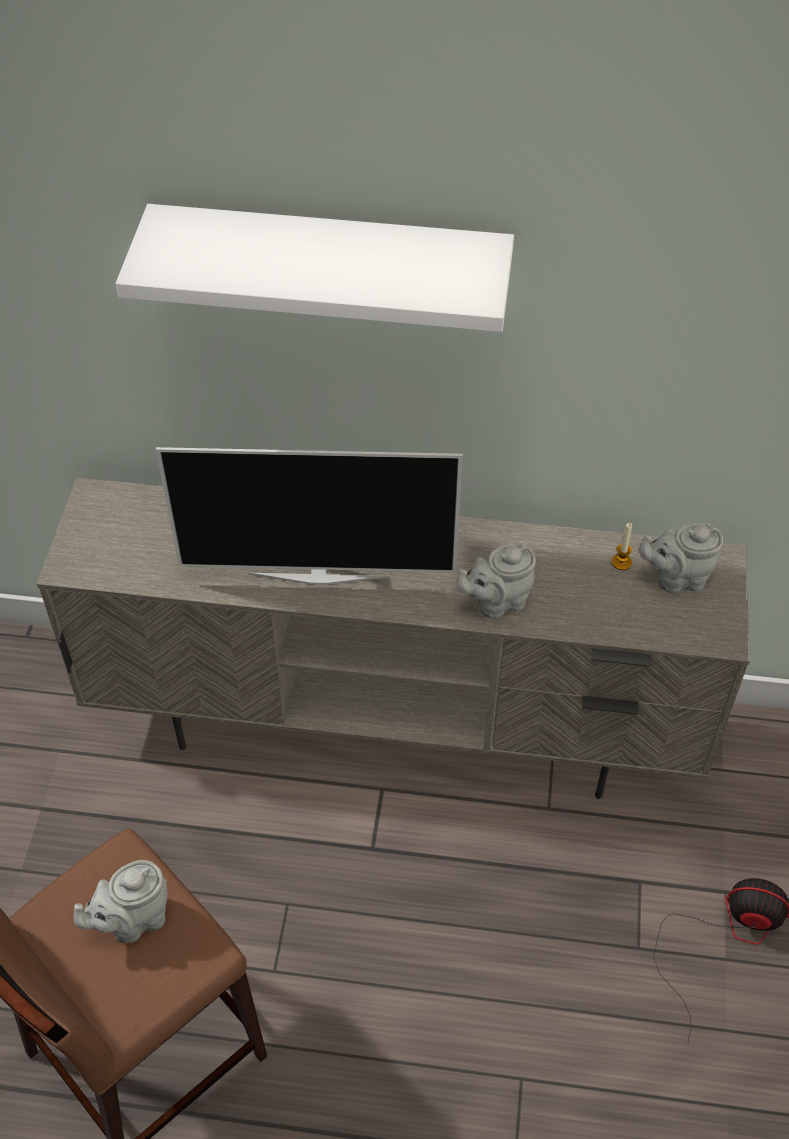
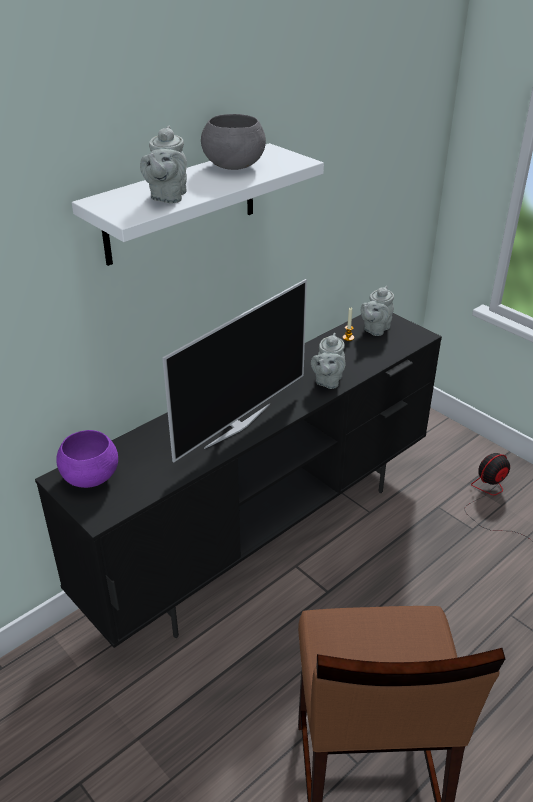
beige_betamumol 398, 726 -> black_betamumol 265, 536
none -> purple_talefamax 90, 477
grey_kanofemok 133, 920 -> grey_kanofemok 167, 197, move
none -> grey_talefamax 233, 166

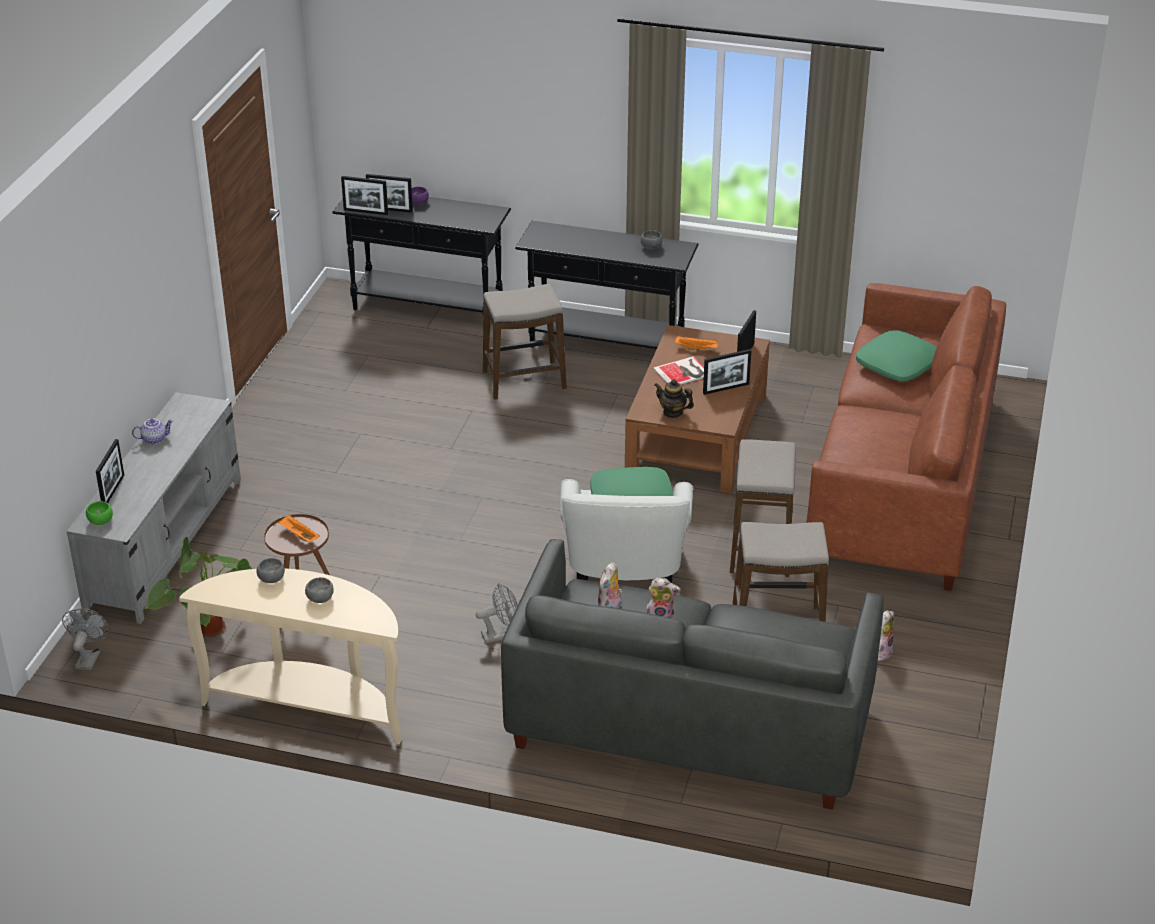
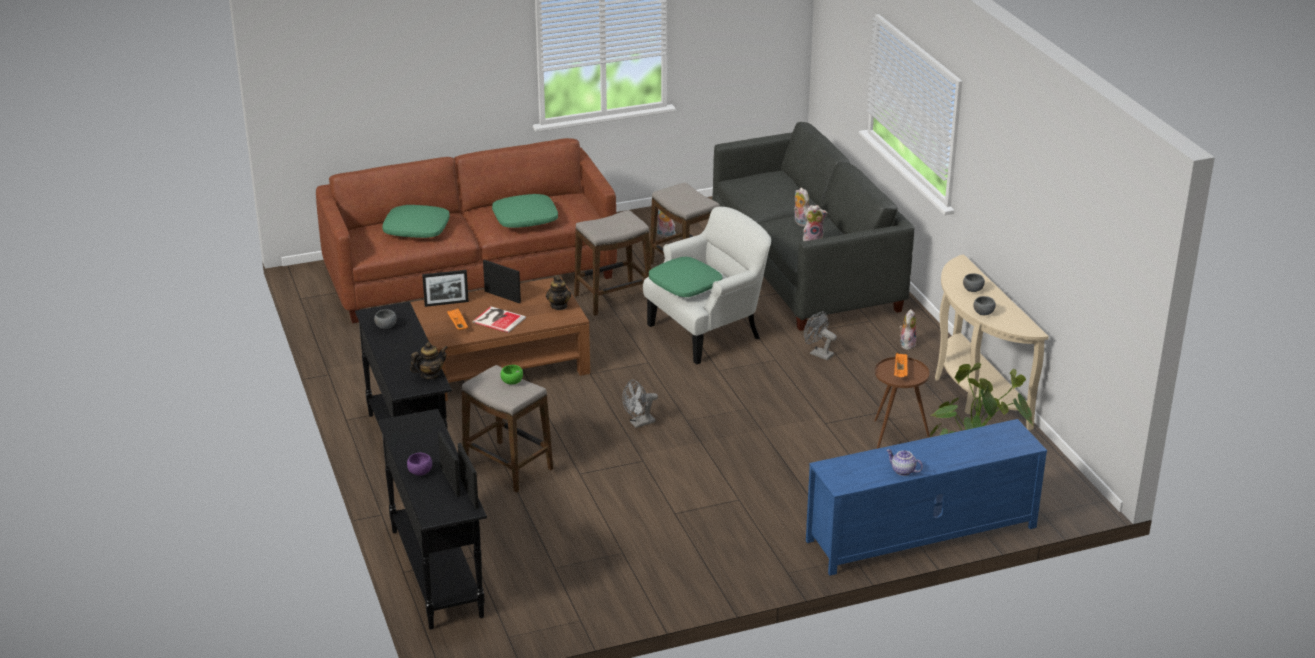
none -> kanofemok 430, 375
none -> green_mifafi 525, 218
green_talefamax 100, 521 -> green_talefamax 512, 382, move
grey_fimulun 89, 657 -> grey_fimulun 639, 423, move
grey_betamumol 165, 543 -> blue_betamumol 920, 534
none -> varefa 906, 344
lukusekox 113, 491 -> none

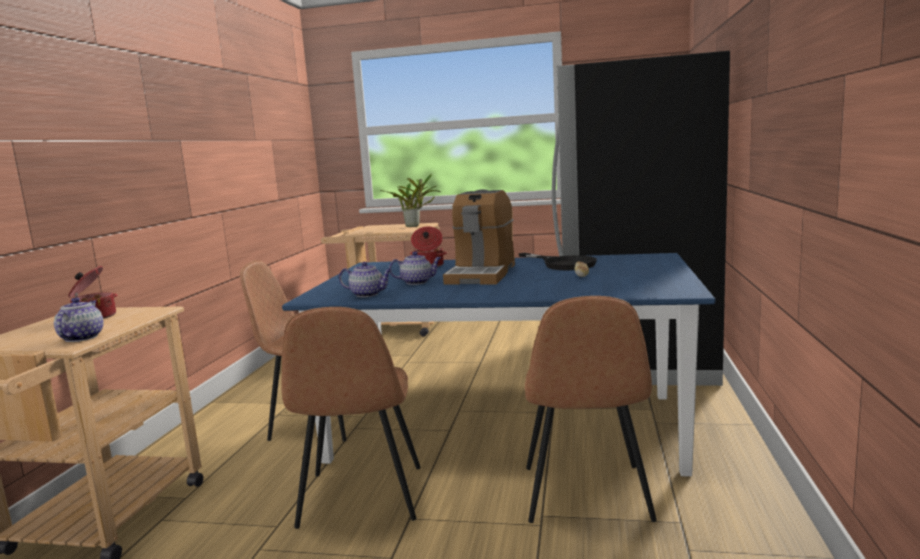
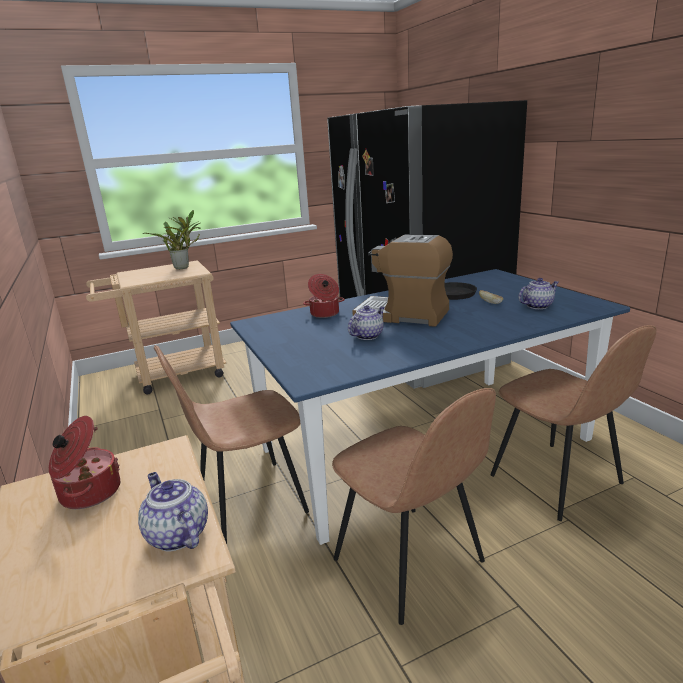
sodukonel 482, 274 -> sodukonel 403, 315, 135 degrees clockwise
kanofemok 368, 294 -> kanofemok 537, 306, move

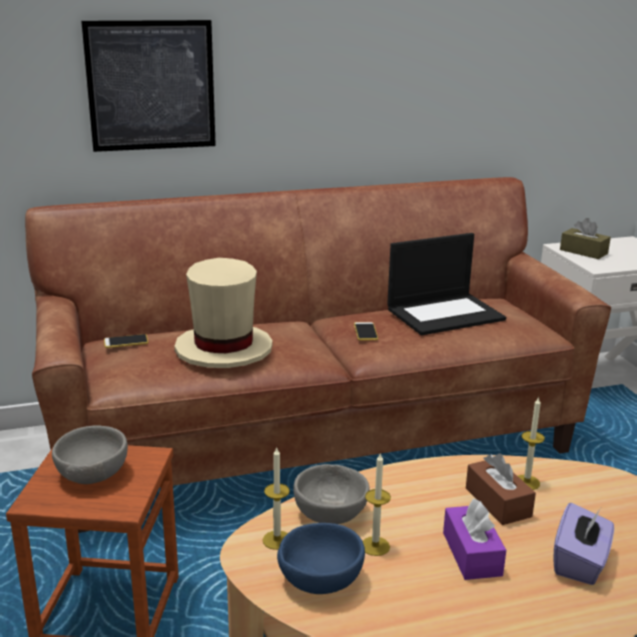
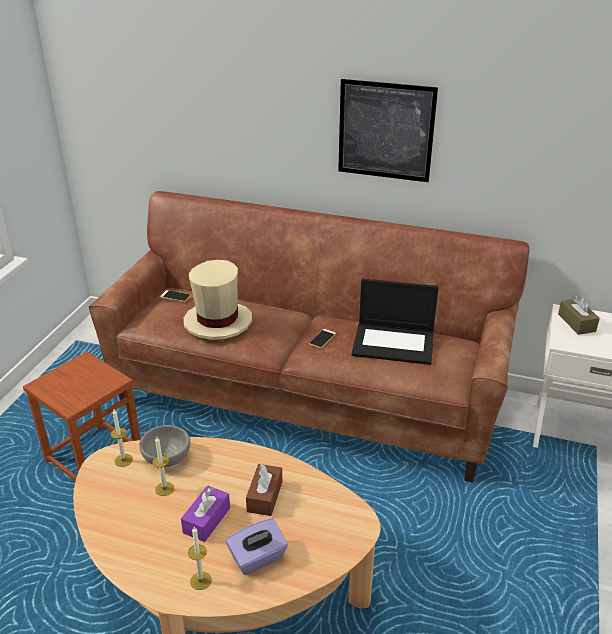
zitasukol 526, 482 -> zitasukol 200, 580, move
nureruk 151, 86 -> nureruk 385, 131, move
grey_talefamax 94, 474 -> none
blue_talefamax 321, 581 -> none

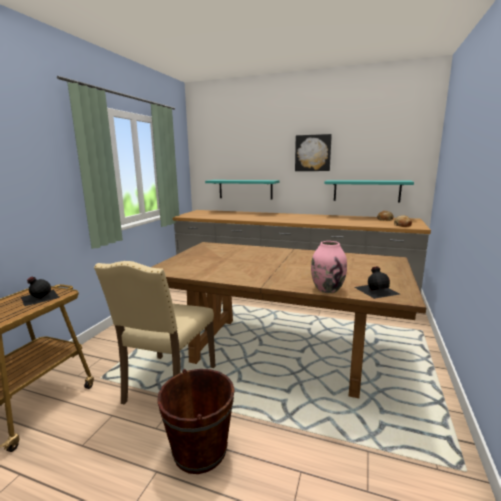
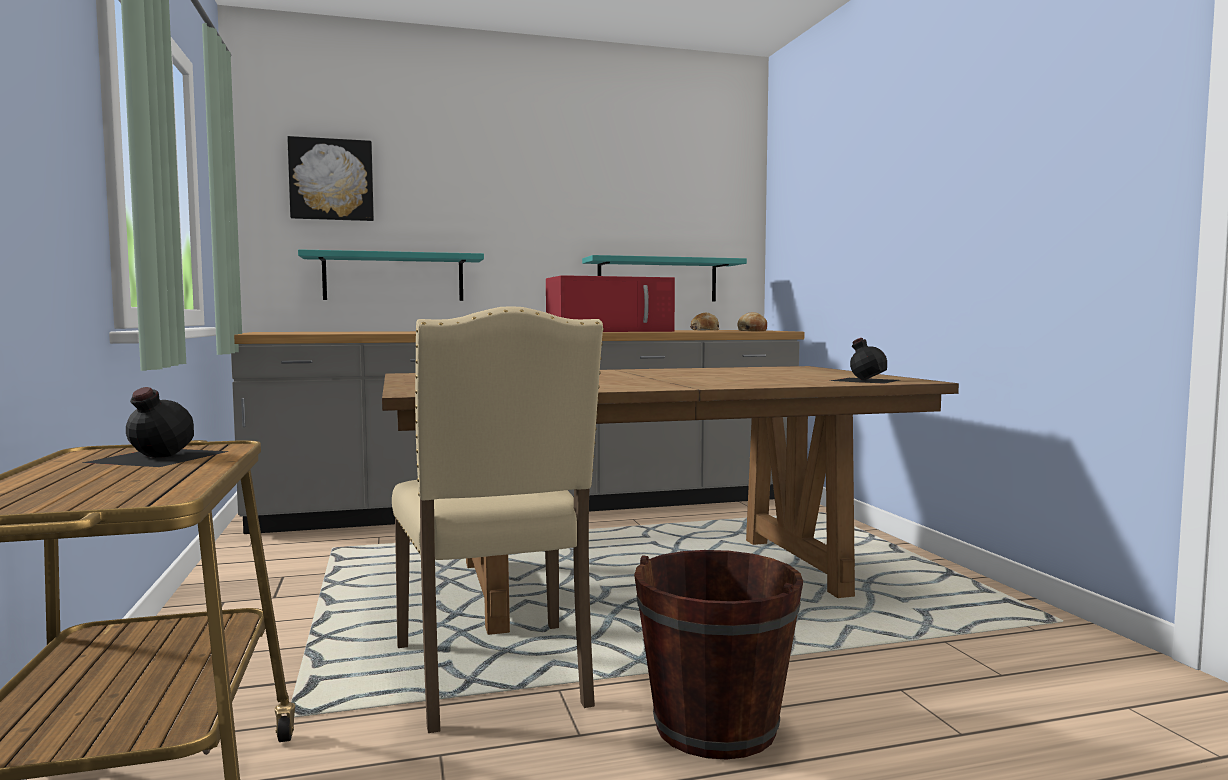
nureruk 313, 153 -> nureruk 331, 180, move
none -> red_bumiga 611, 331
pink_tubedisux 327, 289 -> none

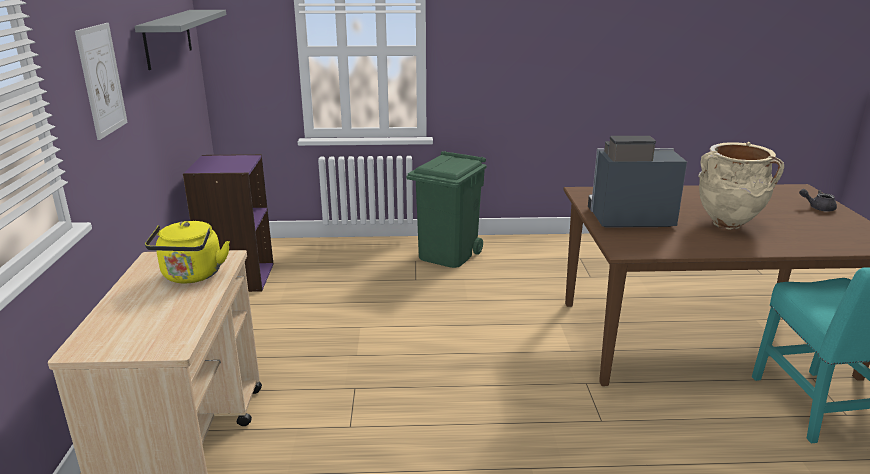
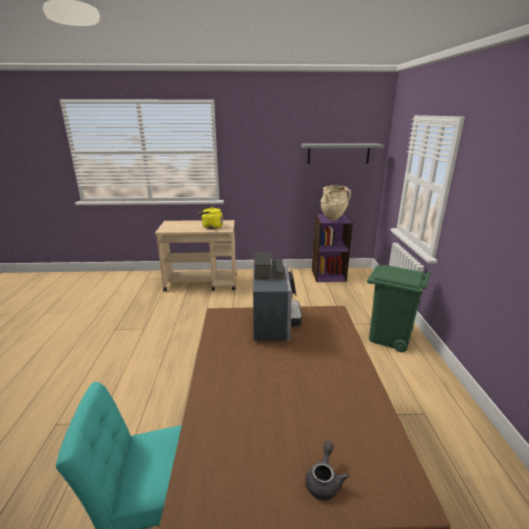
beige_tubedisux 728, 224 -> beige_tubedisux 333, 219, move
nureruk 102, 80 -> none

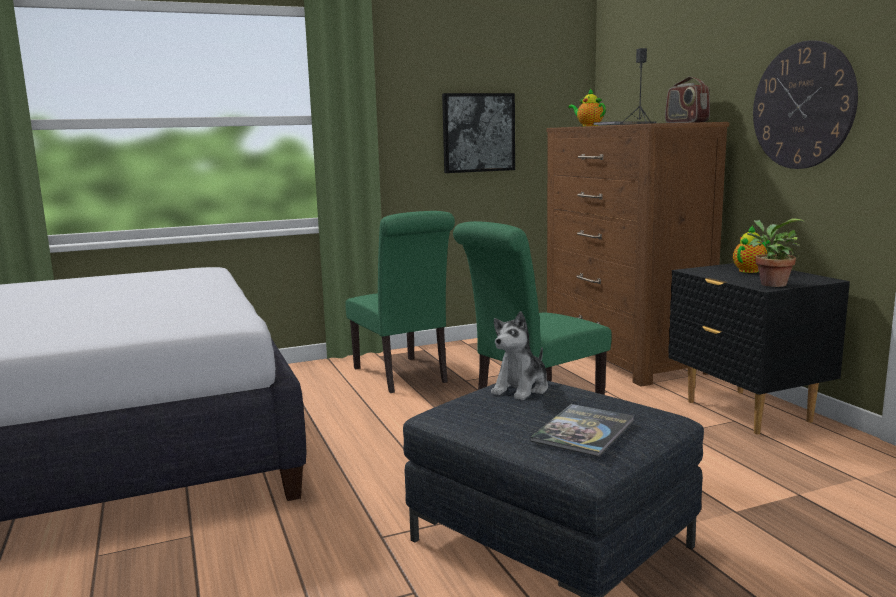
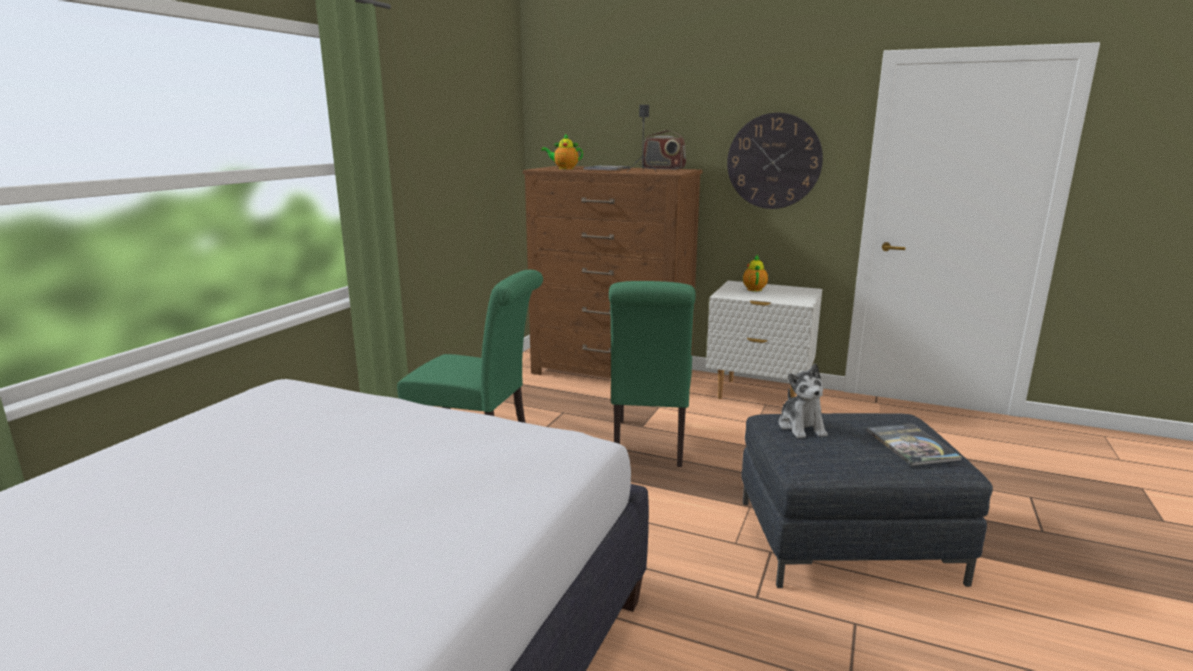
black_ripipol 746, 411 -> white_ripipol 759, 395
nureruk 478, 132 -> none
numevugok 770, 284 -> none

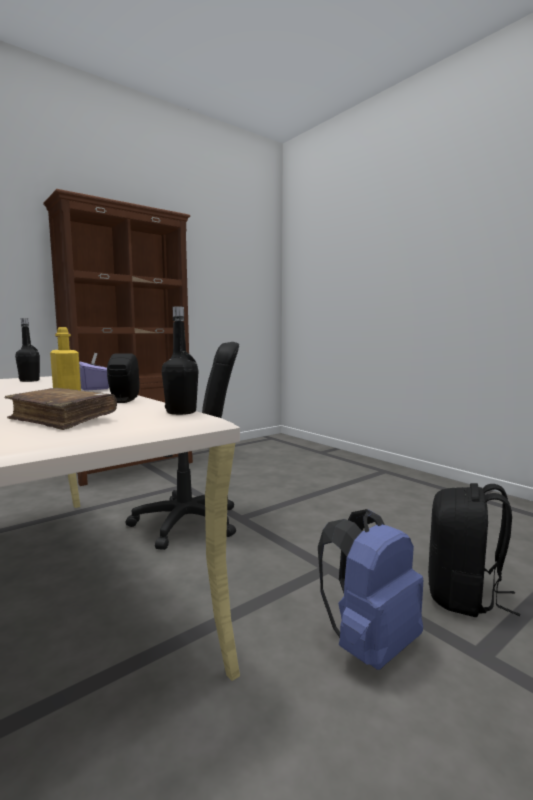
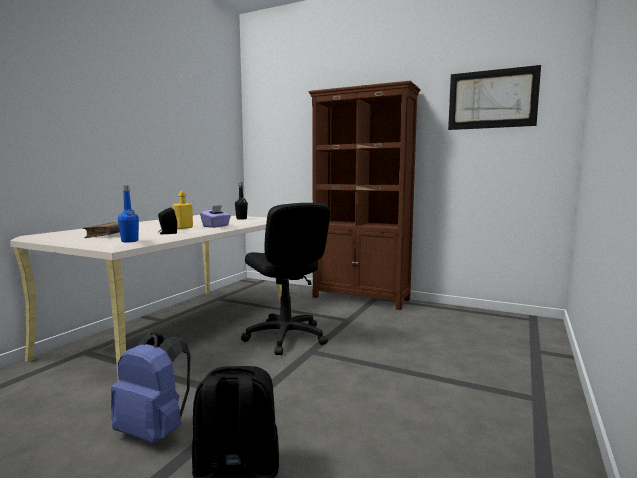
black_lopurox 181, 412 -> blue_lopurox 129, 241
none -> nureruk 492, 99

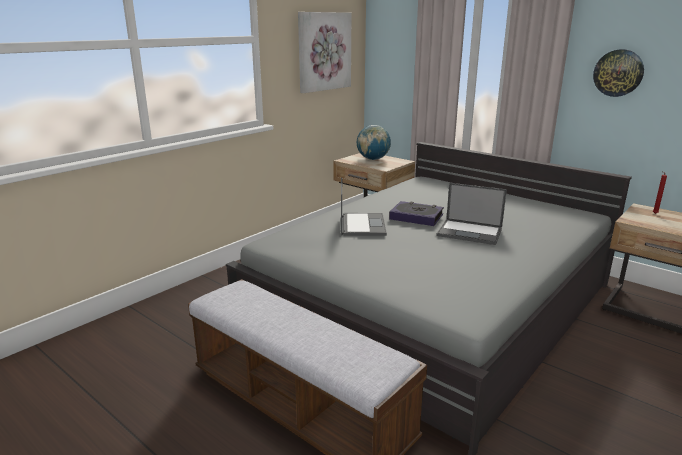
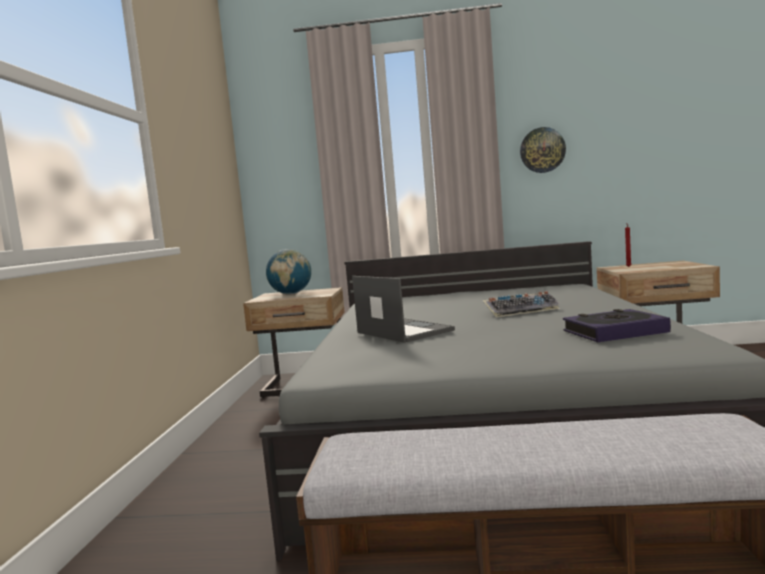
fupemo 470, 232 -> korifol 521, 310
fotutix 416, 217 -> fotutix 614, 332, move
nureruk 324, 51 -> none

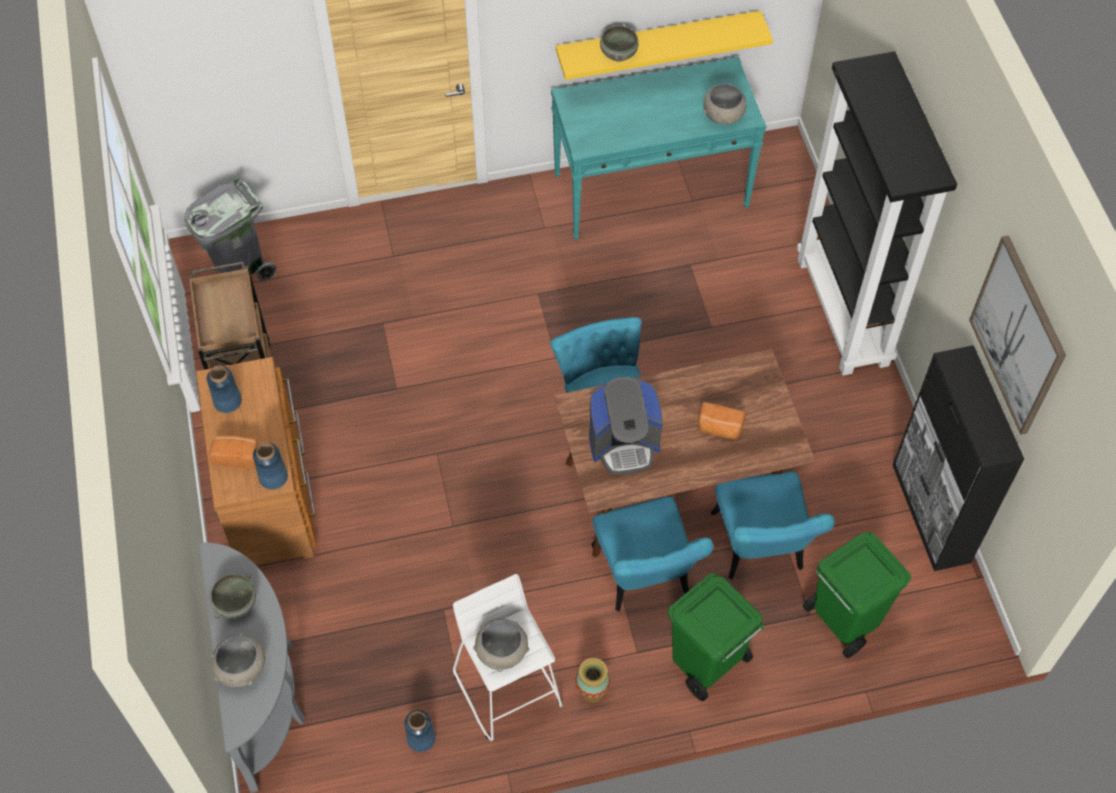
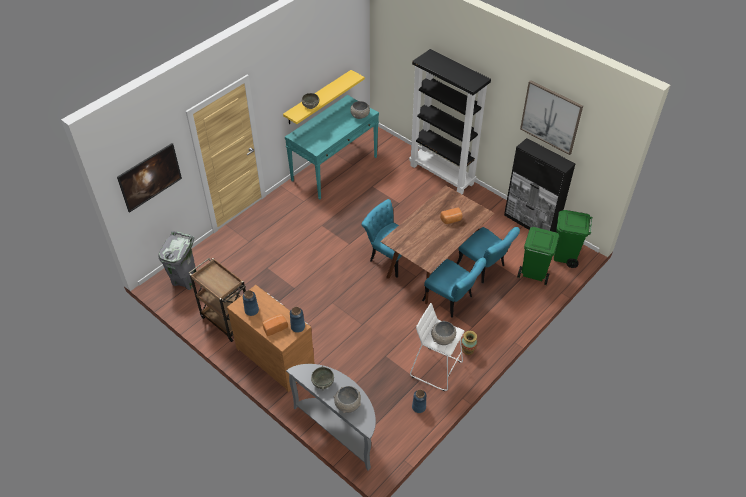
none -> nureruk 152, 186
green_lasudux 706, 663 -> green_lasudux 565, 256, move
sodukonel 624, 444 -> none

